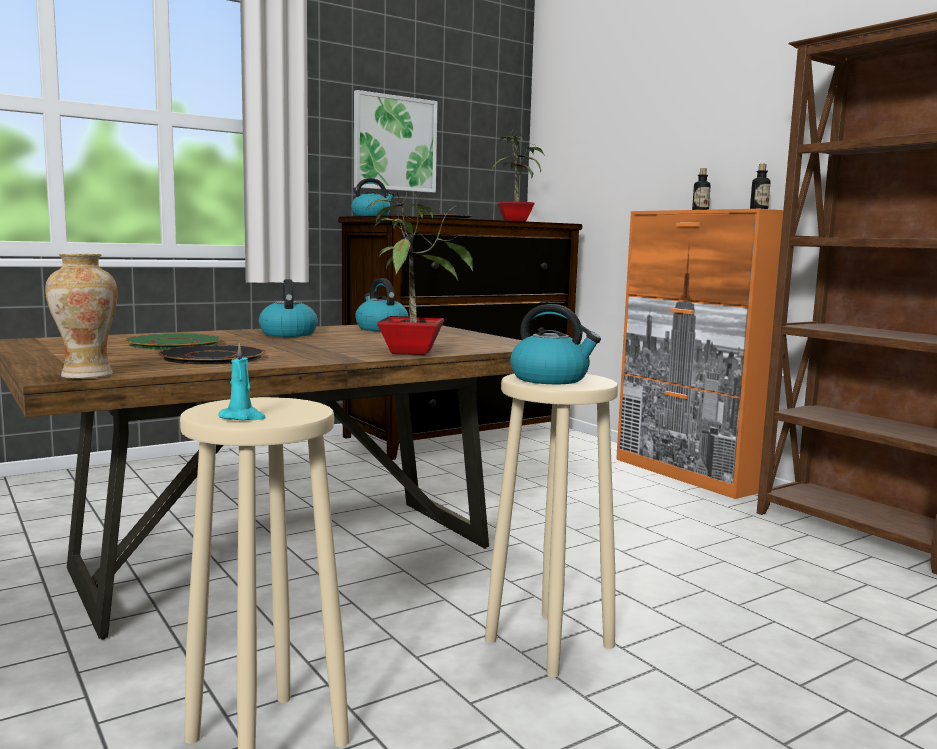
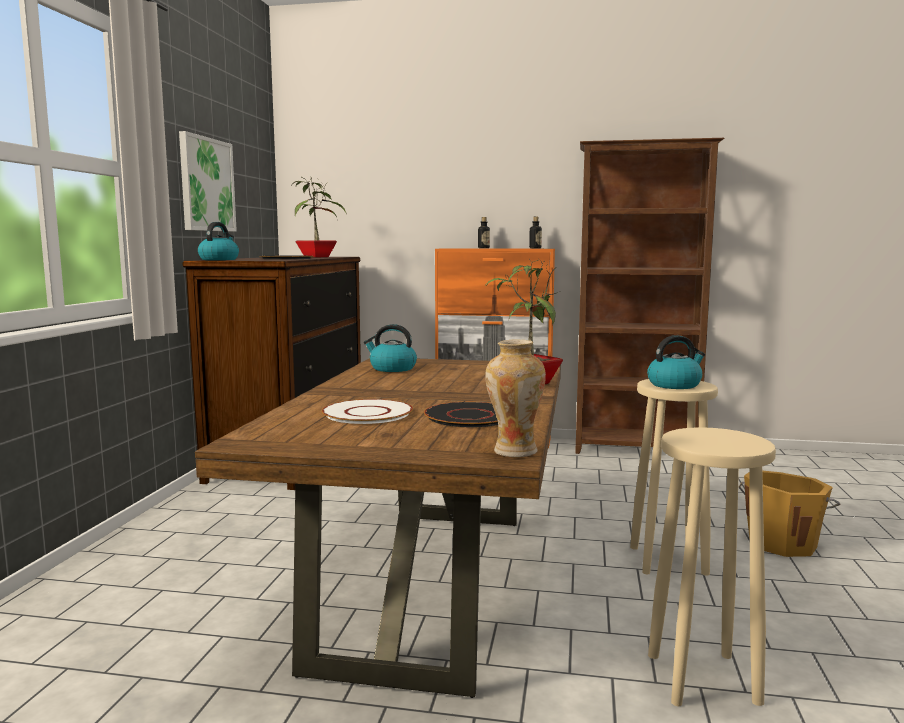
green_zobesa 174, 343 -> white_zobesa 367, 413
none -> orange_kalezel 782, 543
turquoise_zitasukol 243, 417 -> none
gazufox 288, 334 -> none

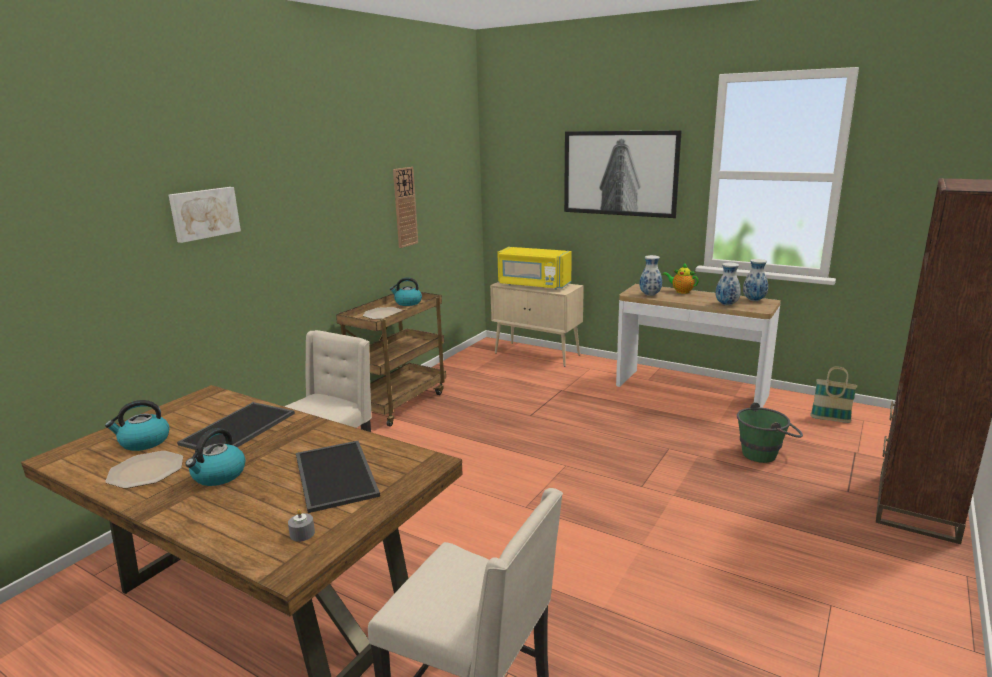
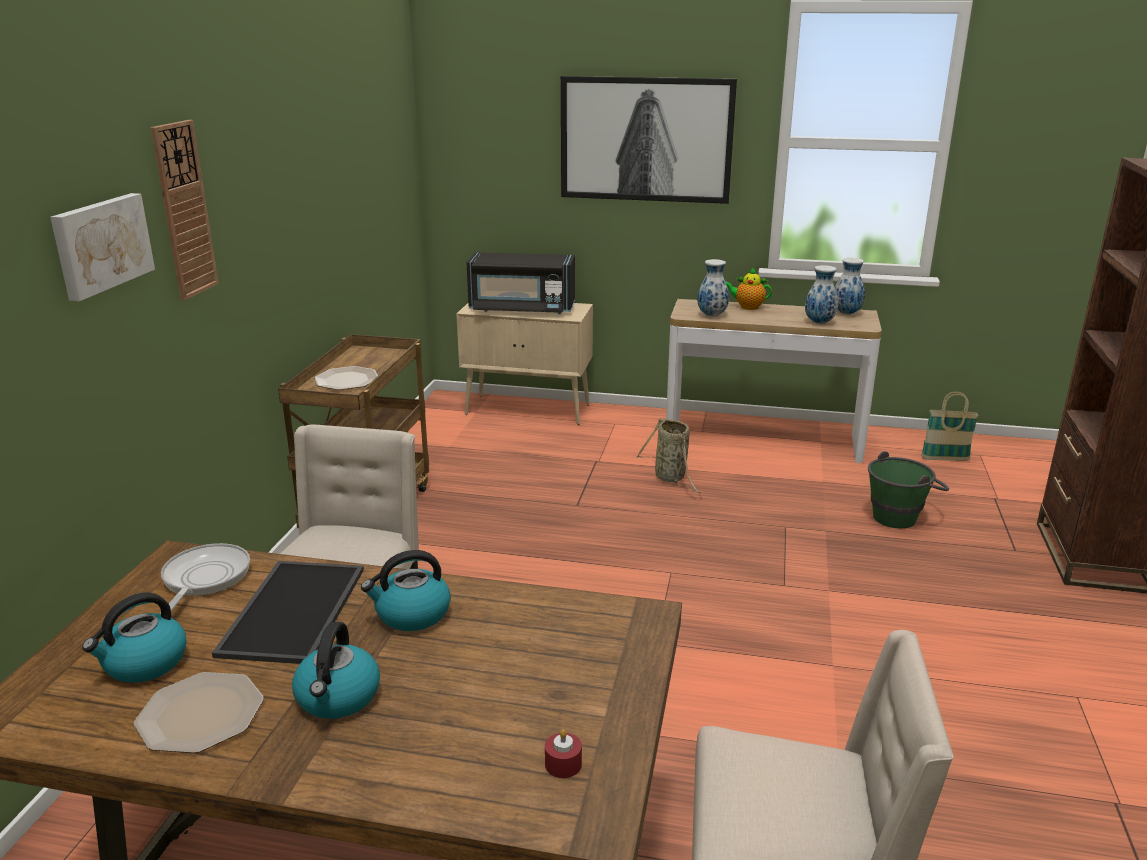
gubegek 405, 207 -> gubegek 184, 210, move
none -> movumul 204, 579
gazufox 407, 303 -> gazufox 412, 614, move
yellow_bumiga 533, 285 -> black_bumiga 521, 309
grey_zitasukol 302, 533 -> red_zitasukol 563, 764
none -> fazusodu 671, 478
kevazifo 333, 475 -> none

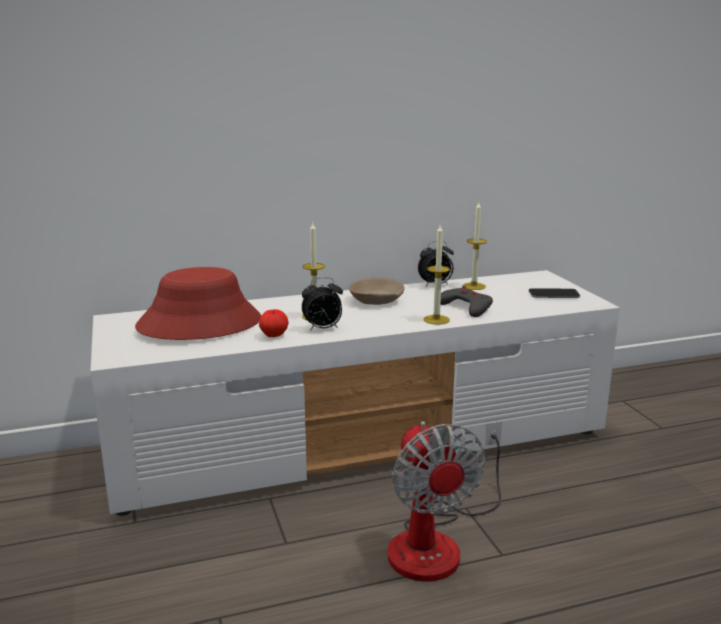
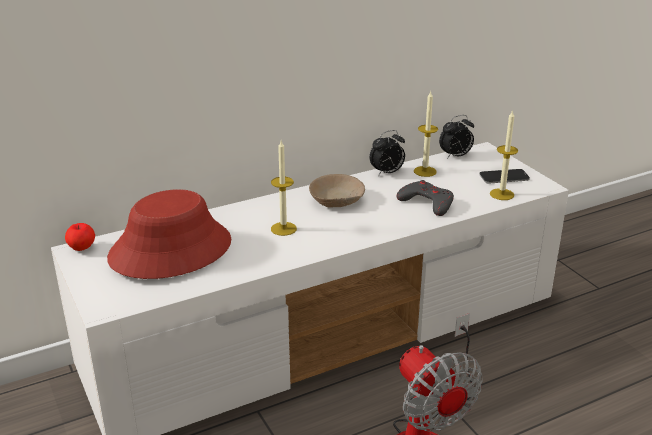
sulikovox 274, 336 -> sulikovox 82, 248, move
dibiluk 322, 329 -> dibiluk 455, 156, move
zitasukol 436, 319 -> zitasukol 501, 194, move

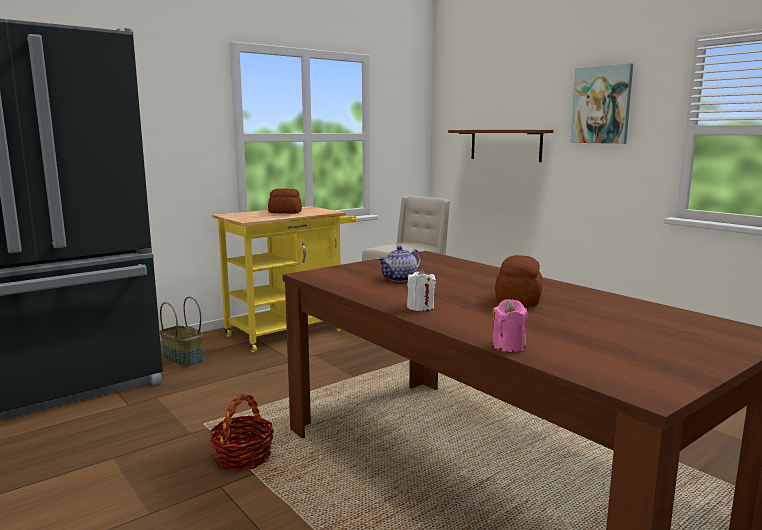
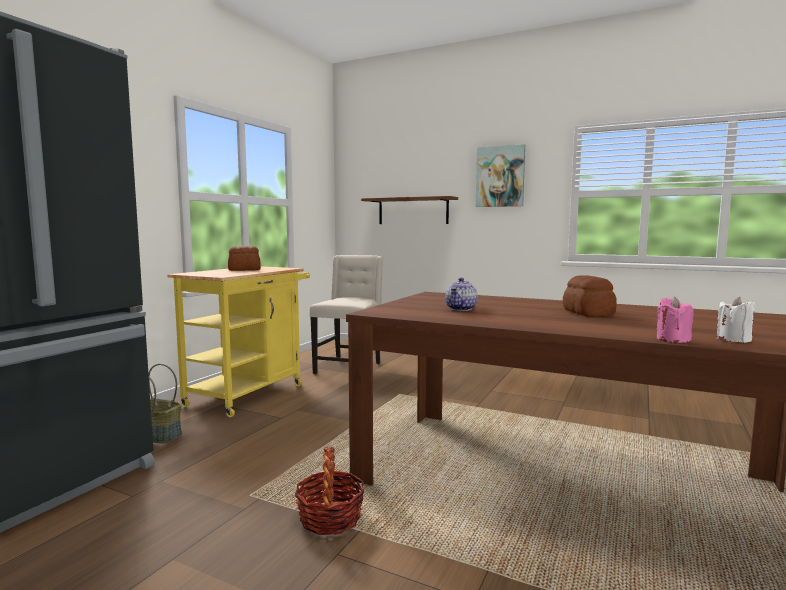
white_zitasukol 420, 307 -> white_zitasukol 733, 339, move

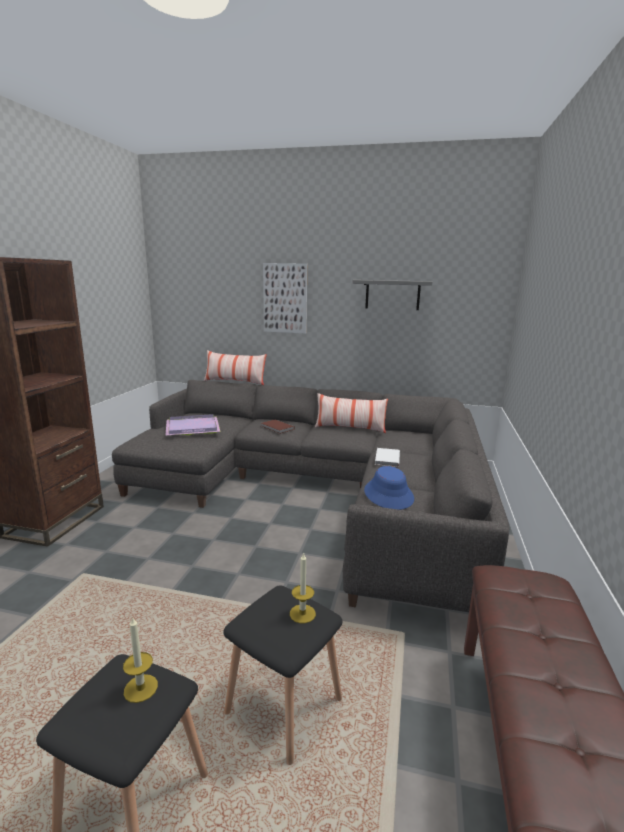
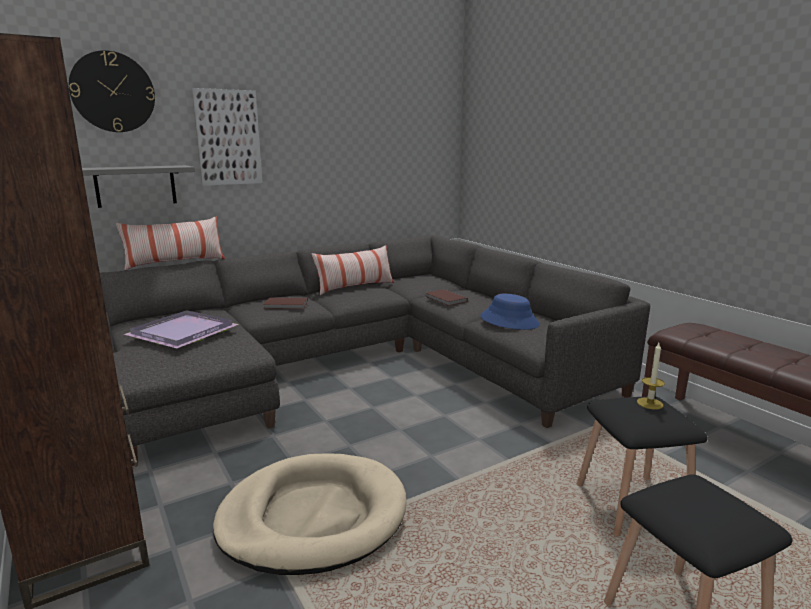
none -> gubegek 113, 92
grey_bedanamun 392, 295 -> grey_bedanamun 135, 186, move
none -> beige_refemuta 313, 517
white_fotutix 386, 459 -> brown_fotutix 445, 299
zitasukol 141, 688 -> none

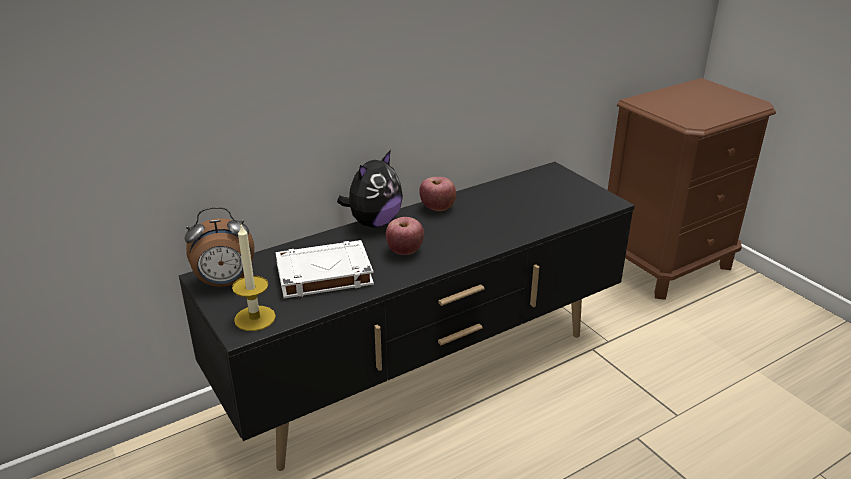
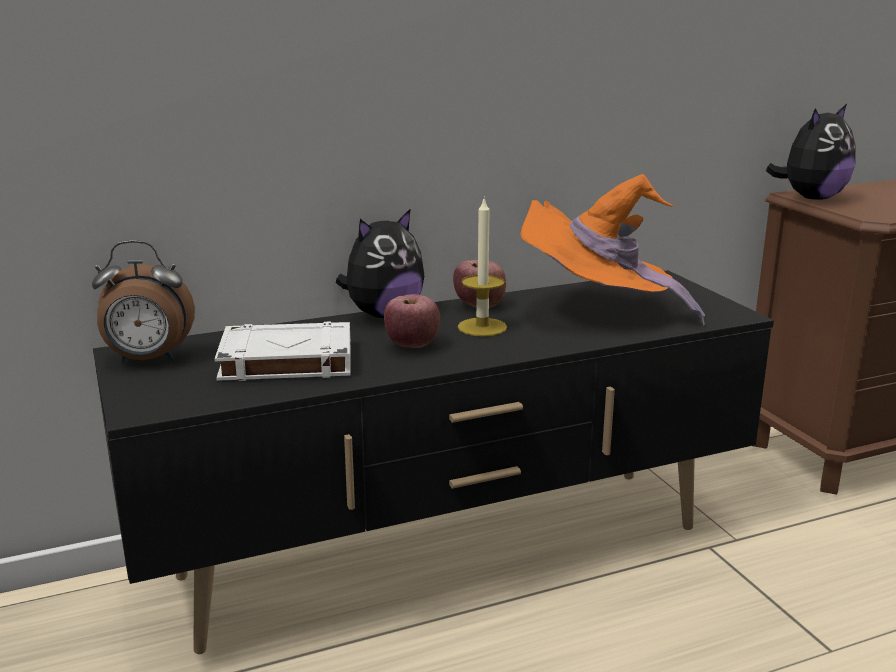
zitasukol 255, 318 -> zitasukol 482, 327, move
none -> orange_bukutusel 599, 311
none -> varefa 811, 198

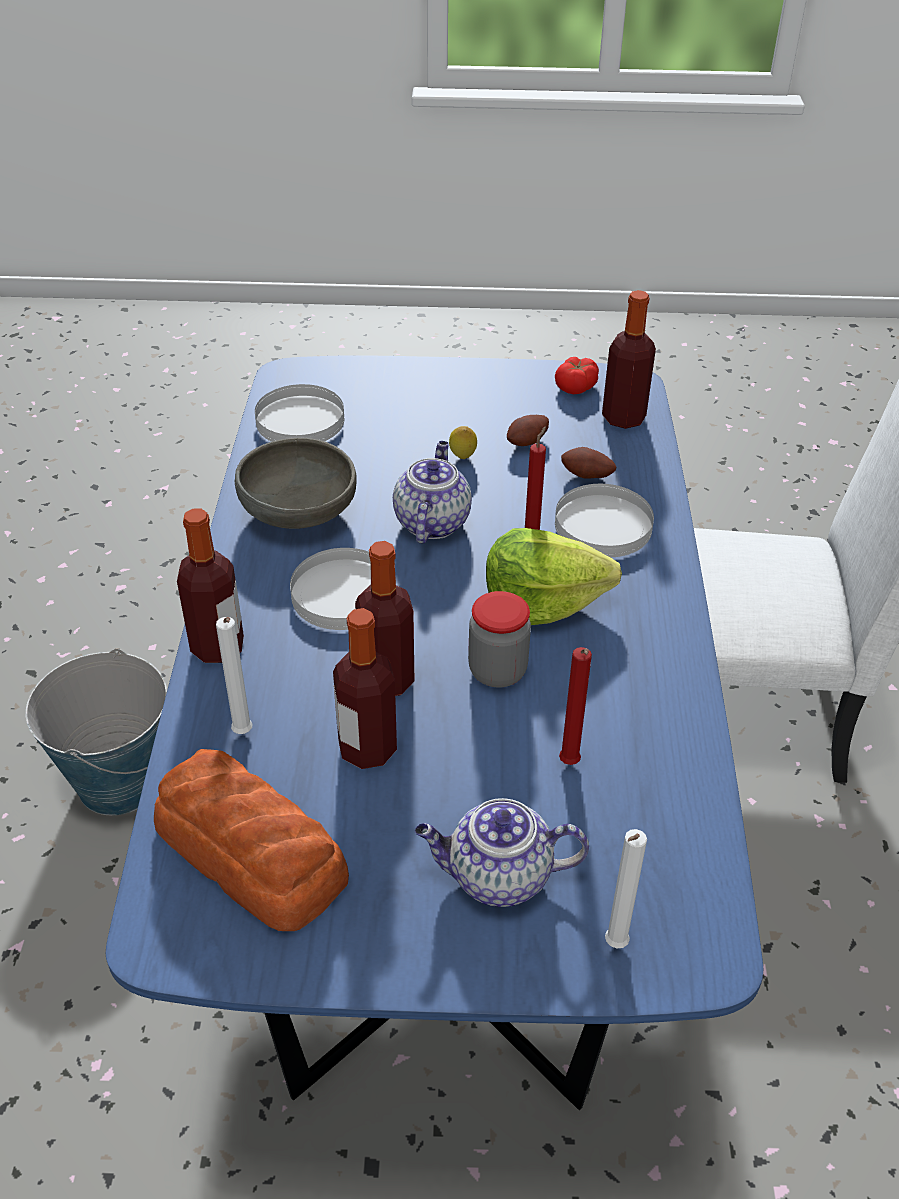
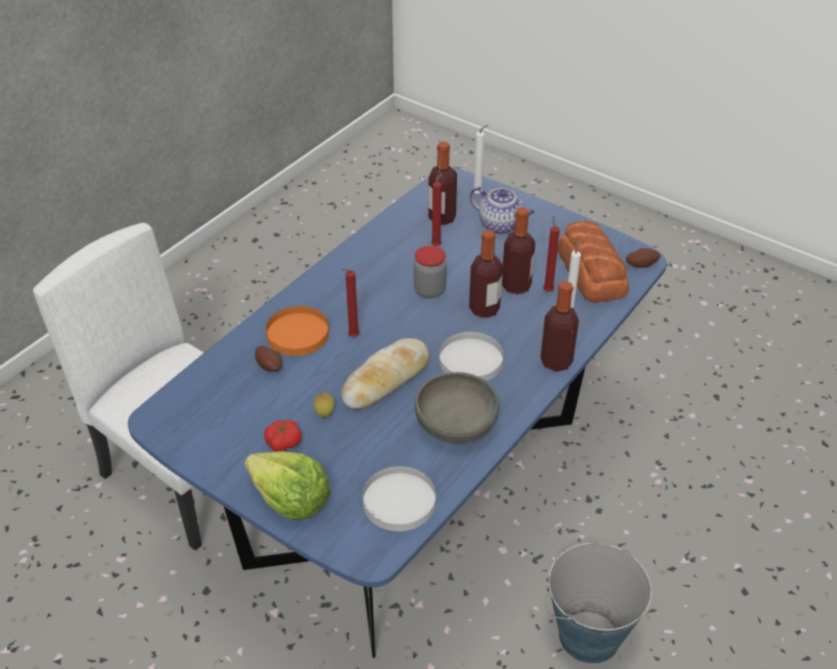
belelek 542, 601 -> belelek 290, 500, move
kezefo 576, 386 -> kezefo 283, 442, move
white_zobesa 603, 525 -> orange_zobesa 297, 334
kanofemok 431, 521 -> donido 386, 380
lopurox 623, 417 -> lopurox 442, 218, move
none -> red_zitasukol 547, 290
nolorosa 528, 443 -> nolorosa 641, 264, move

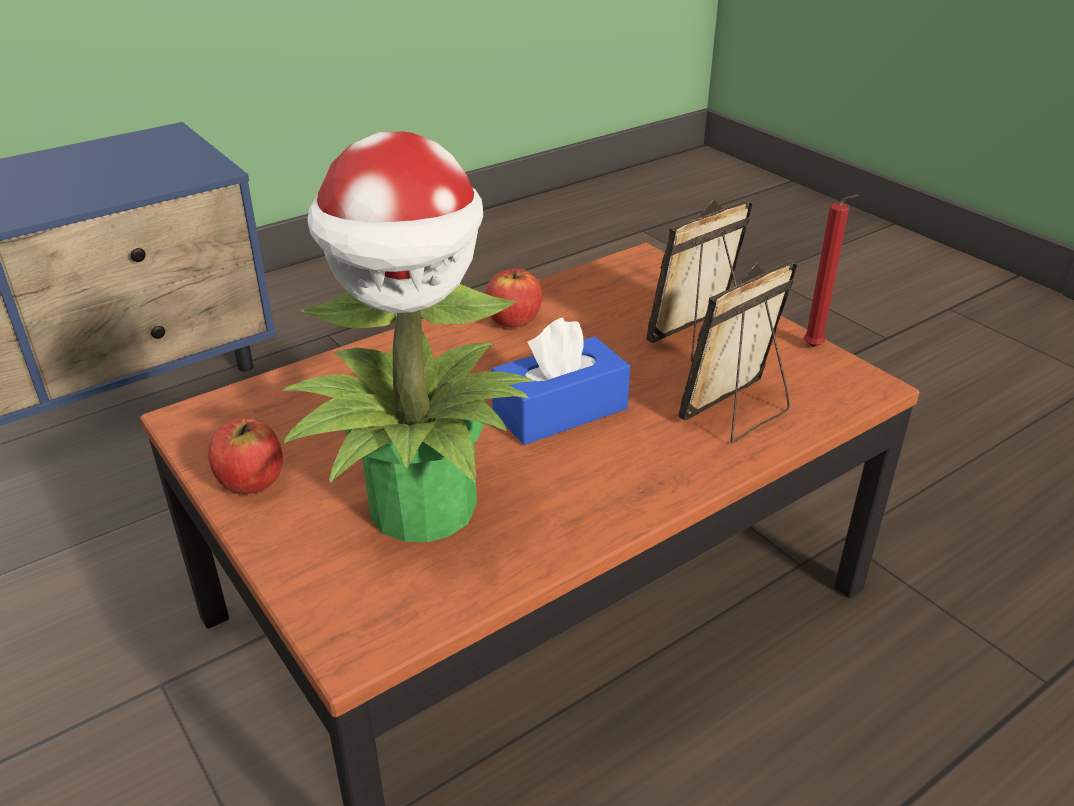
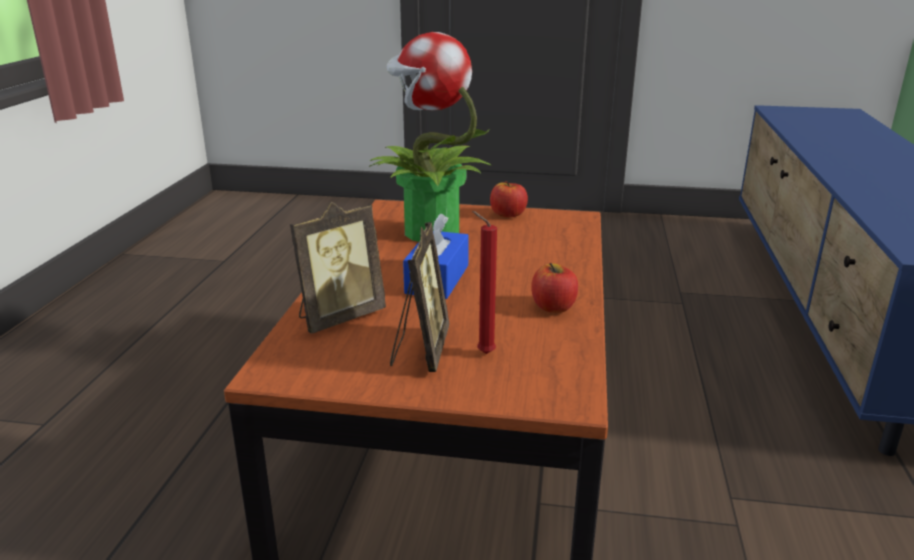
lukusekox 738, 414 -> lukusekox 338, 317, 45 degrees clockwise
red_zitasukol 815, 348 -> red_zitasukol 483, 353, move

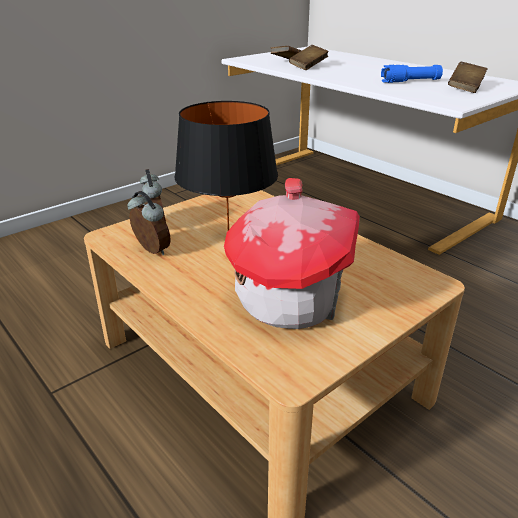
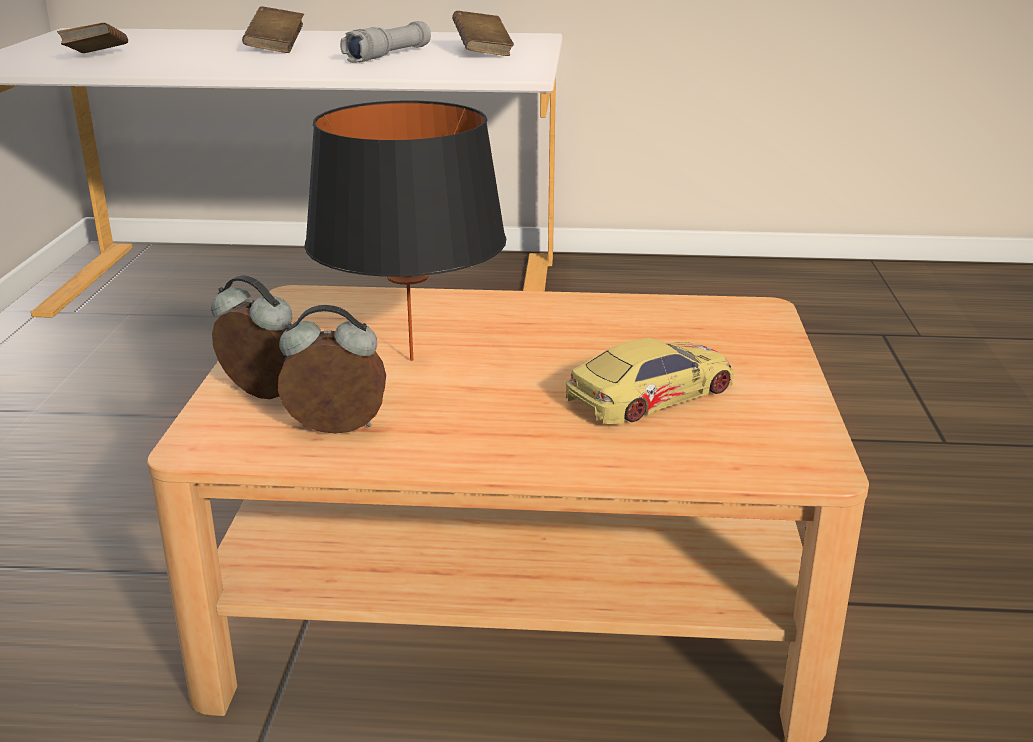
brown_fotutix 308, 67 -> brown_fotutix 276, 48, move
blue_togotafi 410, 81 -> grey_togotafi 388, 55
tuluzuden 290, 299 -> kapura 651, 394

